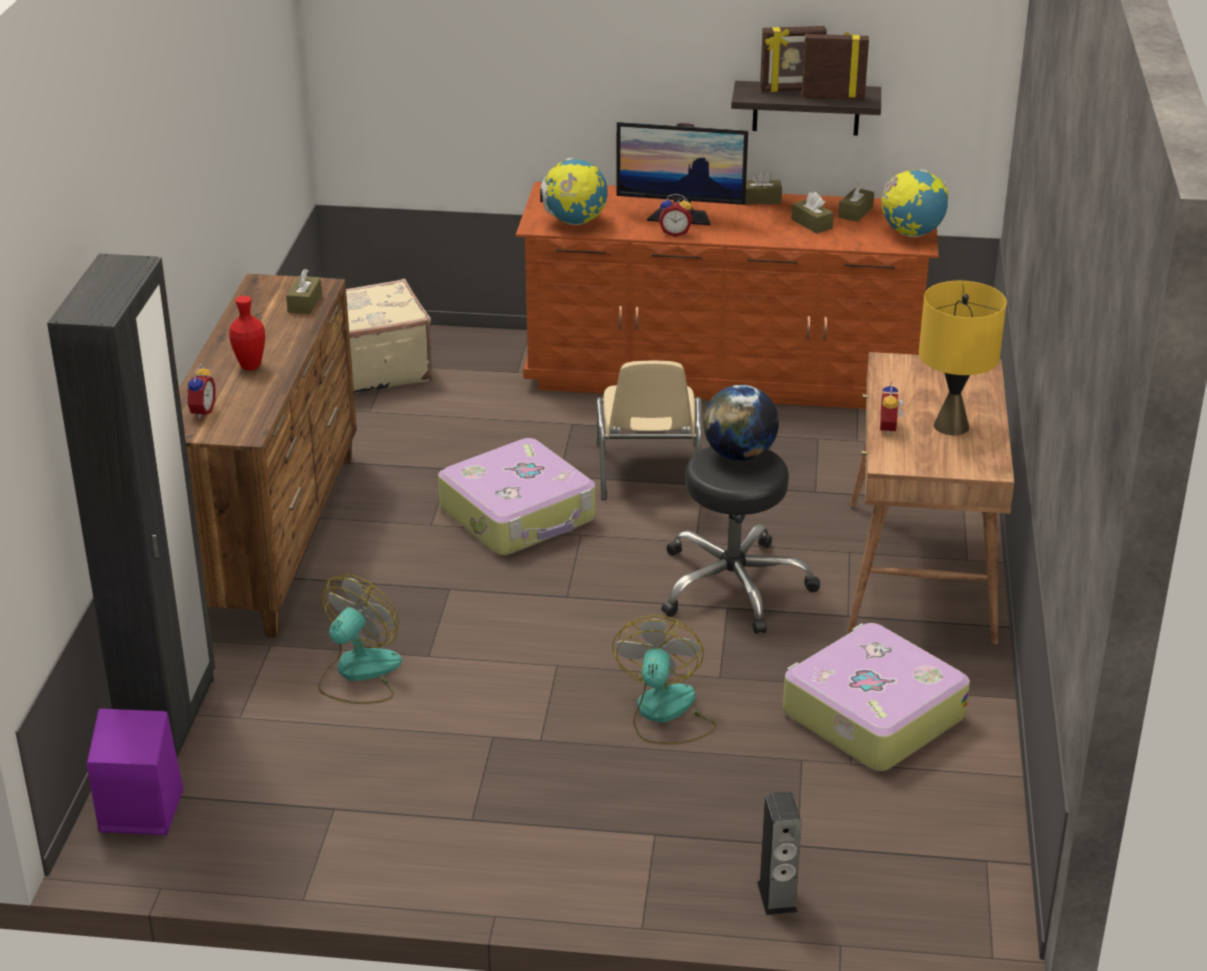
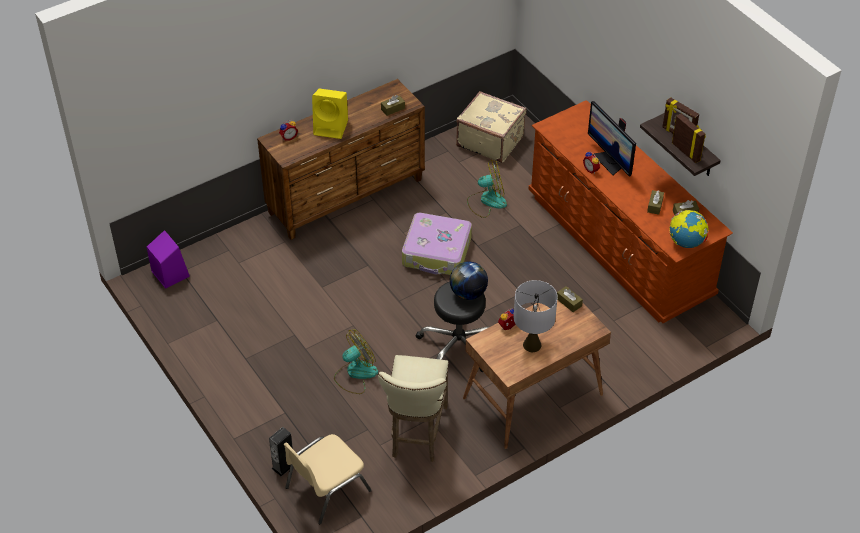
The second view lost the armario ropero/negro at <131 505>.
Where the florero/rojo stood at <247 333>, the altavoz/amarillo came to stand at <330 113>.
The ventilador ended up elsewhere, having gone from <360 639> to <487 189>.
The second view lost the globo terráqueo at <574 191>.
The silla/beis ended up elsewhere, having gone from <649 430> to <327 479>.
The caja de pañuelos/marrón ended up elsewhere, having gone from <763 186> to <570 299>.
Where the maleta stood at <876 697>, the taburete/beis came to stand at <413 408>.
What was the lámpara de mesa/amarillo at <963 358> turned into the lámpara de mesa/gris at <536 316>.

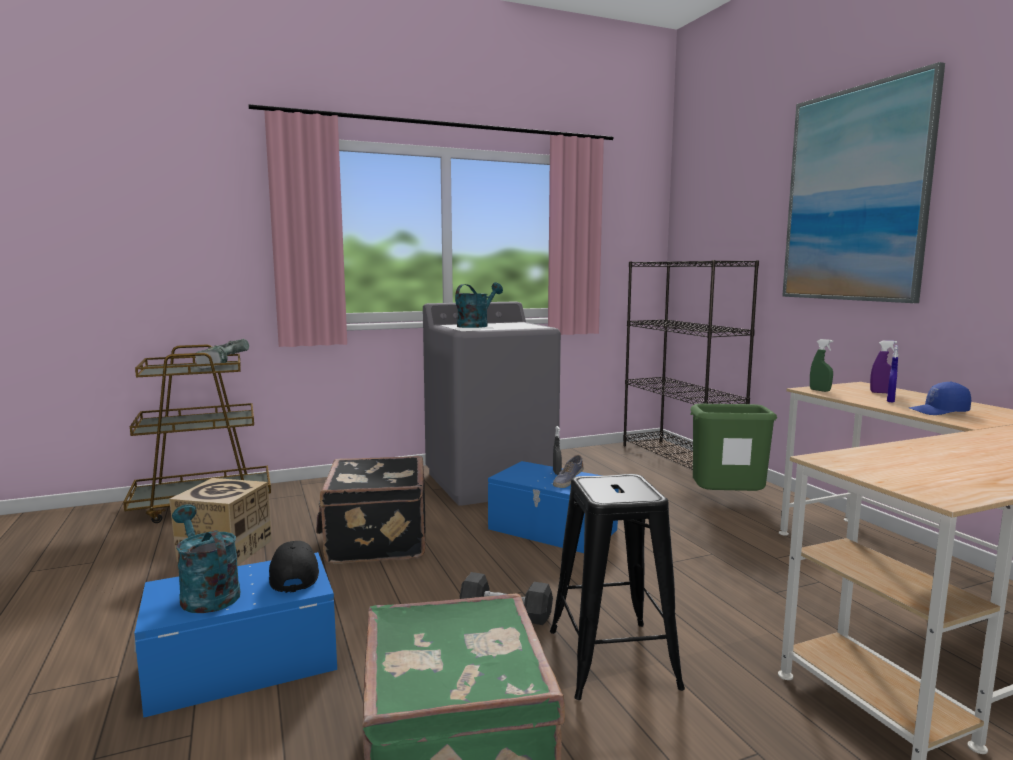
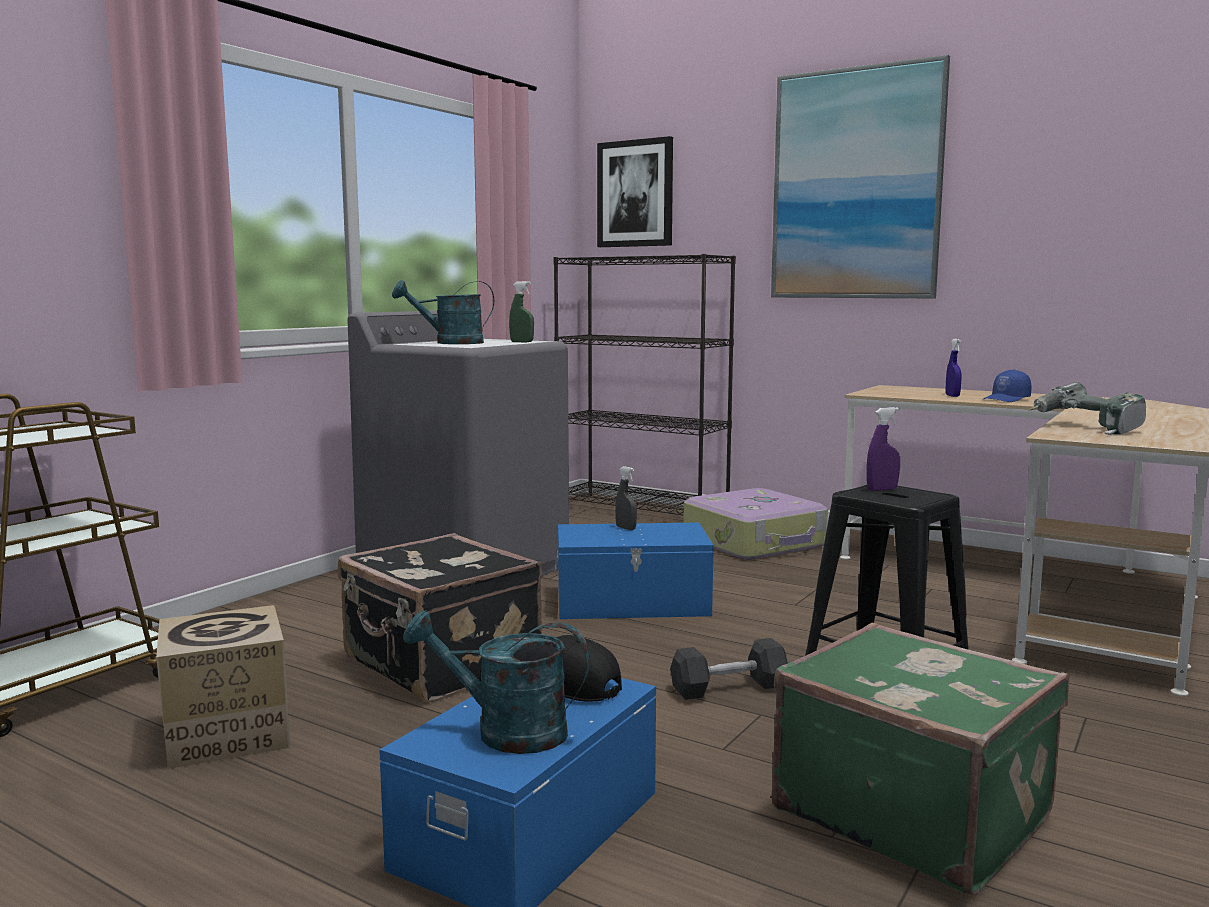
The taladro ended up elsewhere, having gone from <219 354> to <1087 408>.
The regadera/turquesa at <479 305> ended up facing another way, 105 degrees counterclockwise from before.
The second view lost the zapato at <568 471>.
Where the papelera/verde stood at <733 447>, the maleta came to stand at <756 523>.
The pulverizador/verde ended up elsewhere, having gone from <821 365> to <521 311>.
The pulverizador/morado ended up elsewhere, having gone from <883 366> to <883 449>.
The second view gained the cuadro at <635 191>.

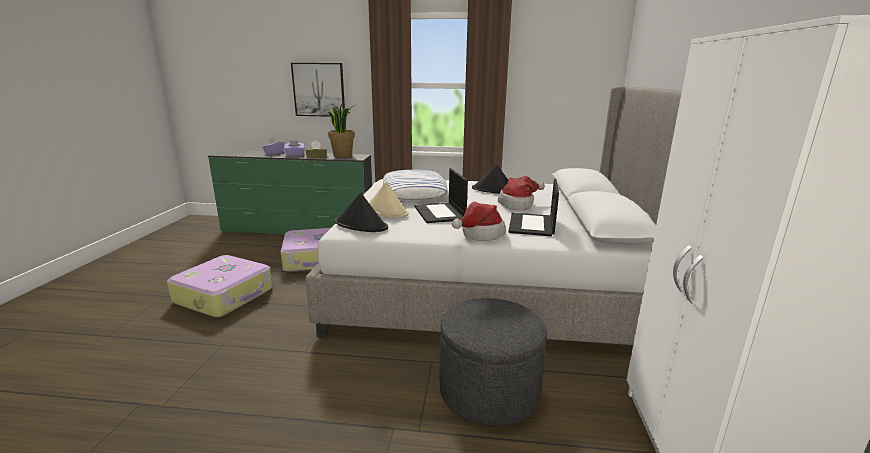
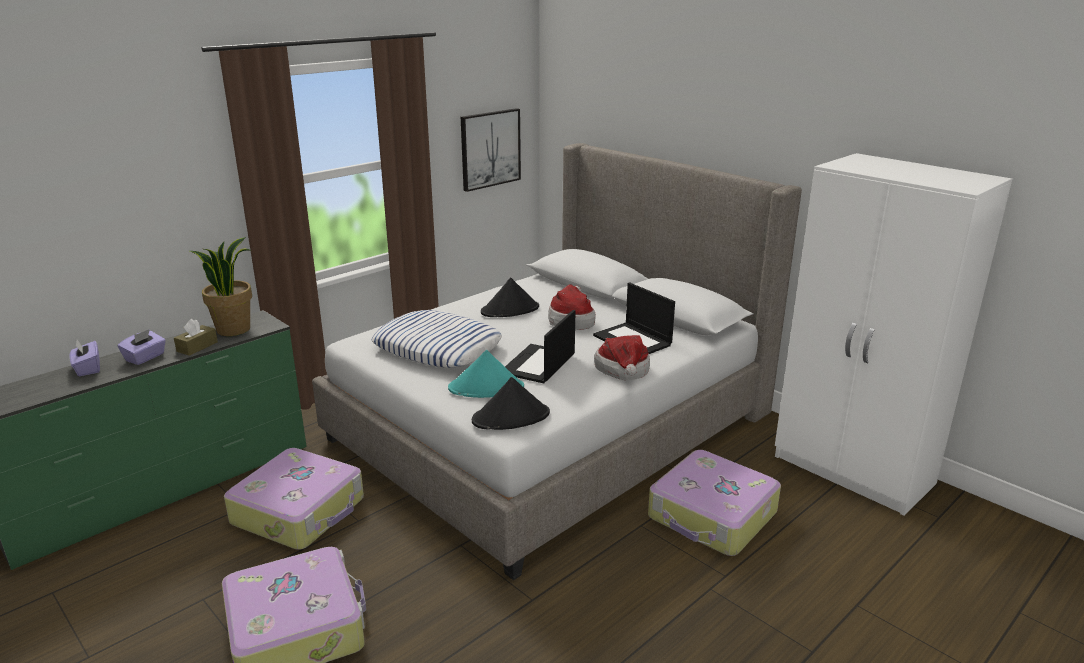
The cuadro ended up elsewhere, having gone from <318 90> to <491 150>.
What was the sombrero/beis at <389 199> turned into the sombrero/turquesa at <486 374>.
The portátil at <441 195> ended up facing another way, 90 degrees clockwise from before.
Where the puf/gris stood at <493 362>, the maleta came to stand at <714 503>.

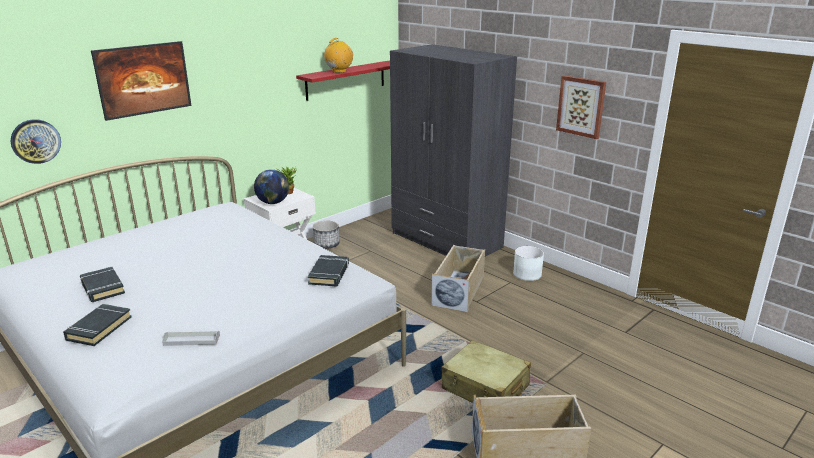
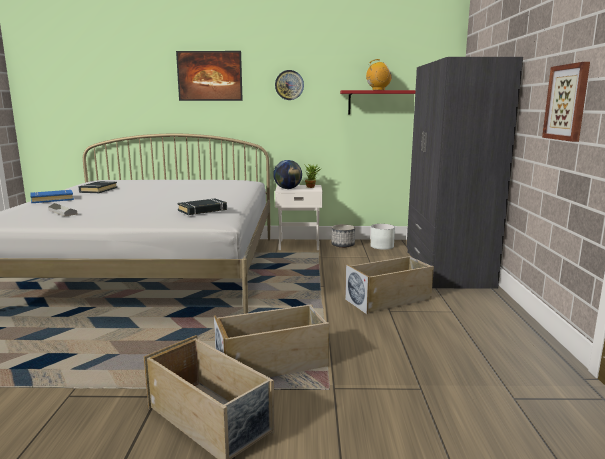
The reloj de pared ended up elsewhere, having gone from <36 141> to <289 85>.
What was the libro/negro at <97 325> turned into the libro/azul at <52 196>.
Where the maleta/beis stood at <486 371>, the caja de almacenaje/beis came to stand at <271 340>.
The maceta/blanco ended up elsewhere, having gone from <528 263> to <382 237>.

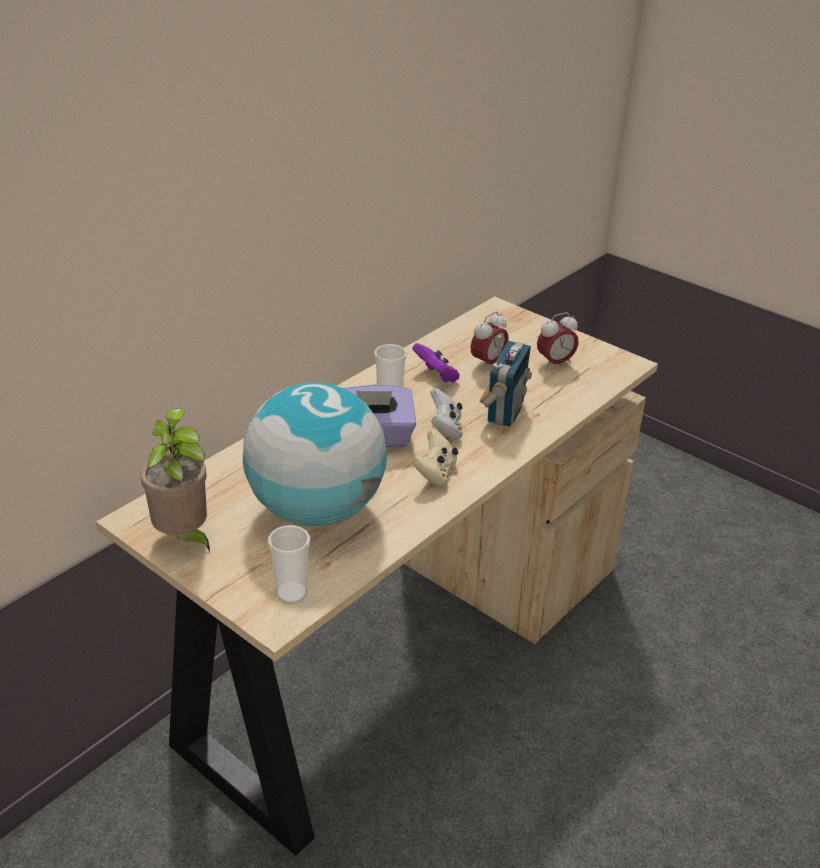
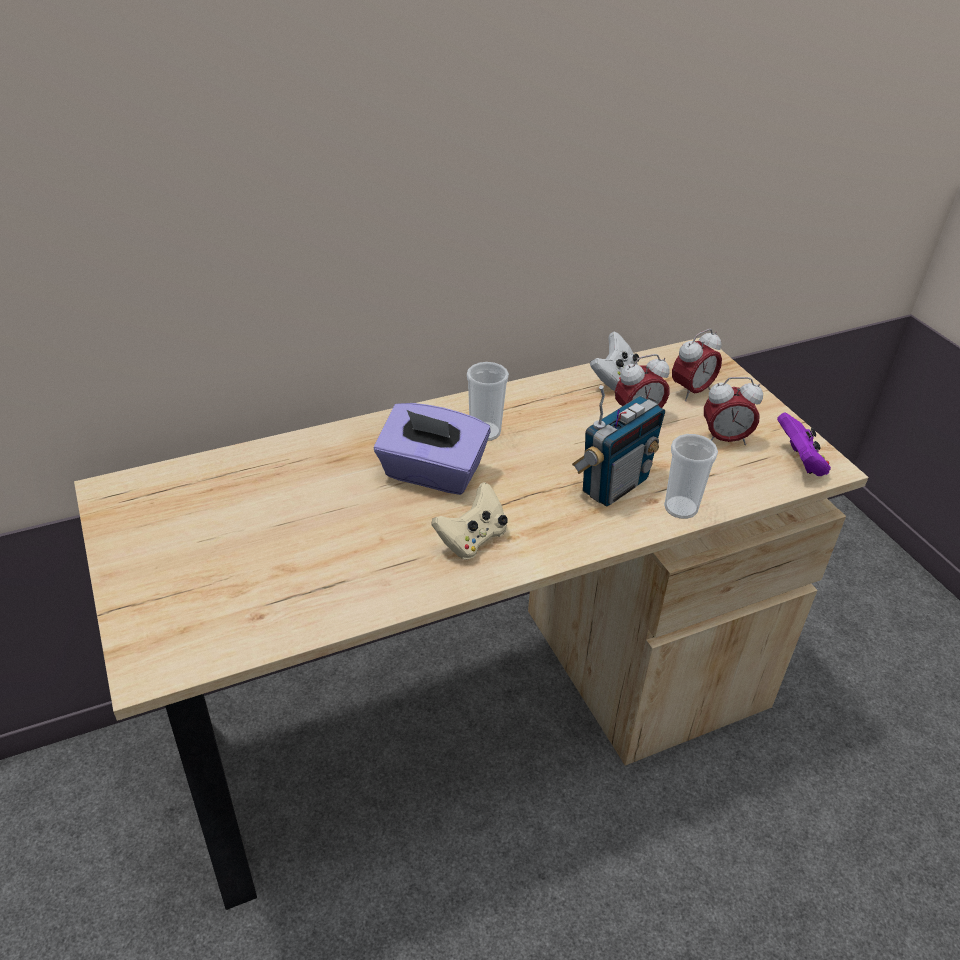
The second view lost the planta en maceta at <175 480>.
The second view lost the globo terráqueo at <315 454>.
The taza ended up elsewhere, having gone from <289 564> to <691 476>.
The mando de consola/morado ended up elsewhere, having gone from <436 363> to <804 444>.
The mando de consola/blanco ended up elsewhere, having gone from <446 414> to <614 361>.
The second view gained the despertador at <697 365>.

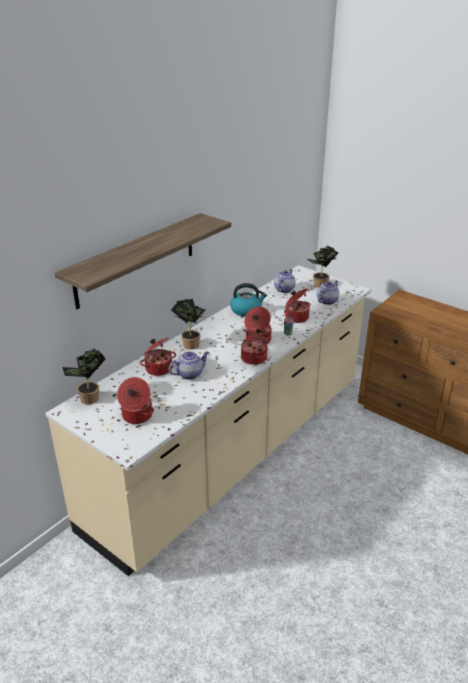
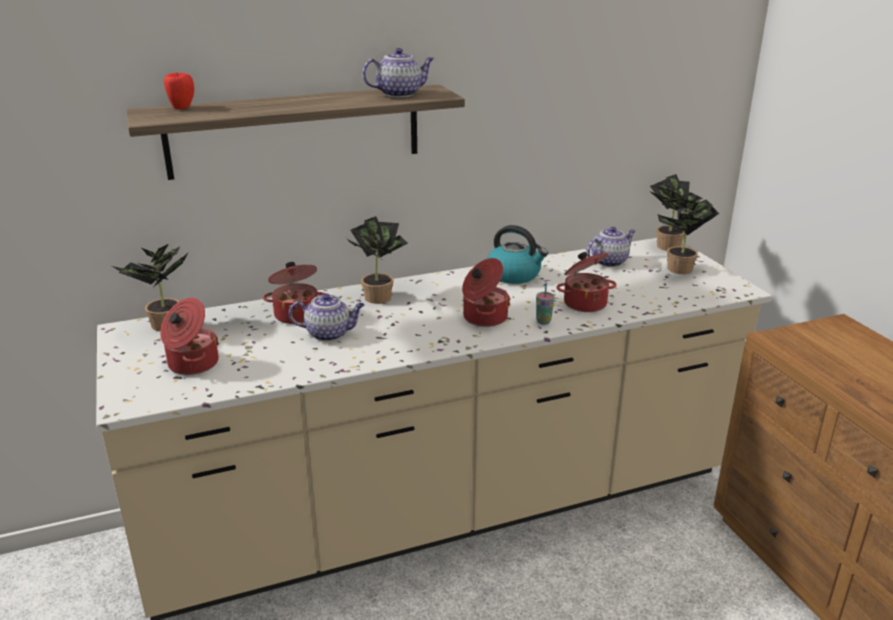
The second view lost the olla at <255 346>.
The tetera ended up elsewhere, having gone from <328 292> to <398 72>.
The second view gained the manzana at <179 91>.
The second view gained the planta en maceta at <676 212>.

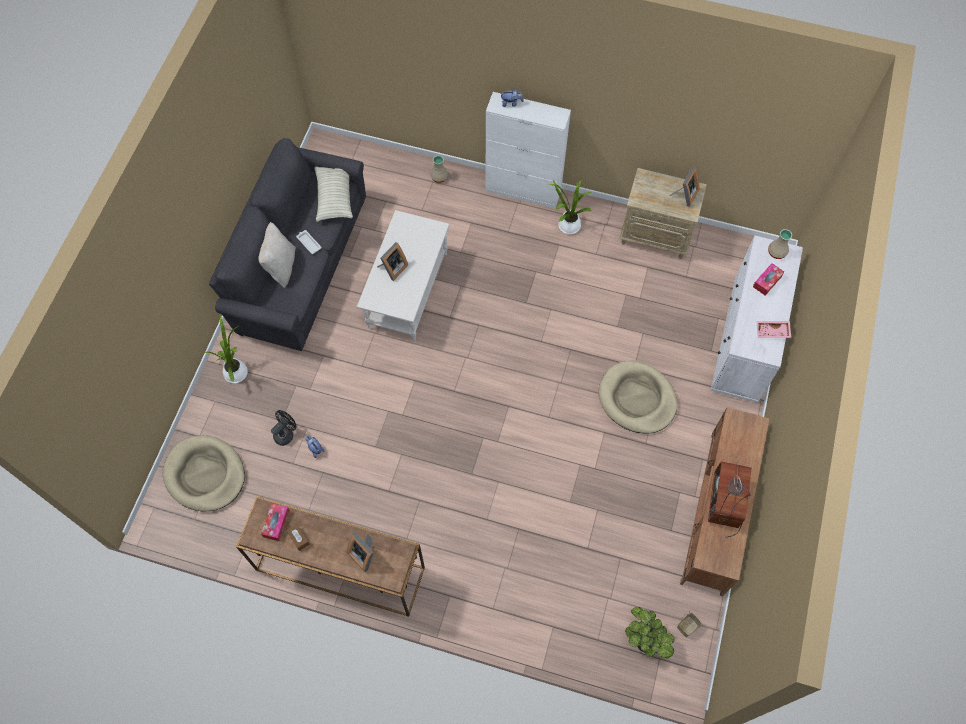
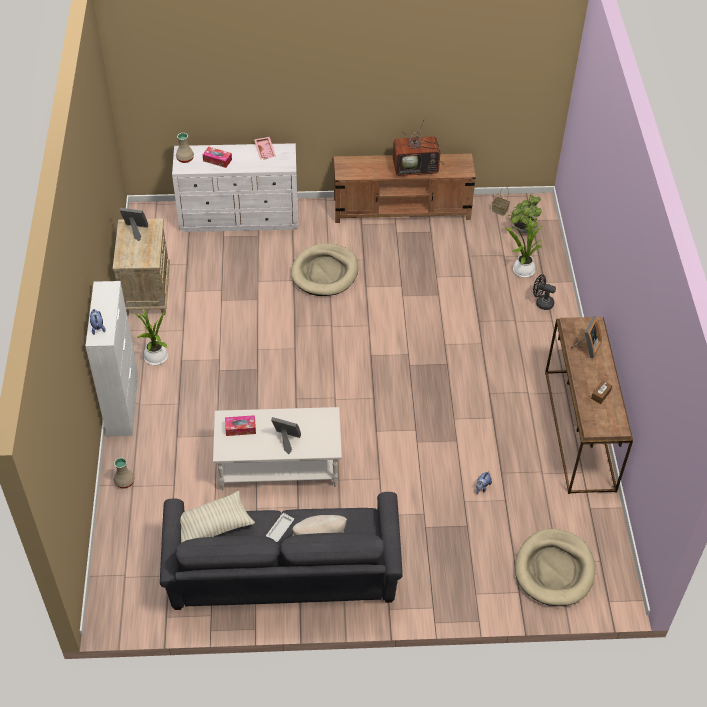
The planta en maceta ended up elsewhere, having gone from <226 349> to <523 247>.
The caja de pañuelos ended up elsewhere, having gone from <275 522> to <240 425>.
The ventilador/negro ended up elsewhere, having gone from <283 428> to <544 292>.

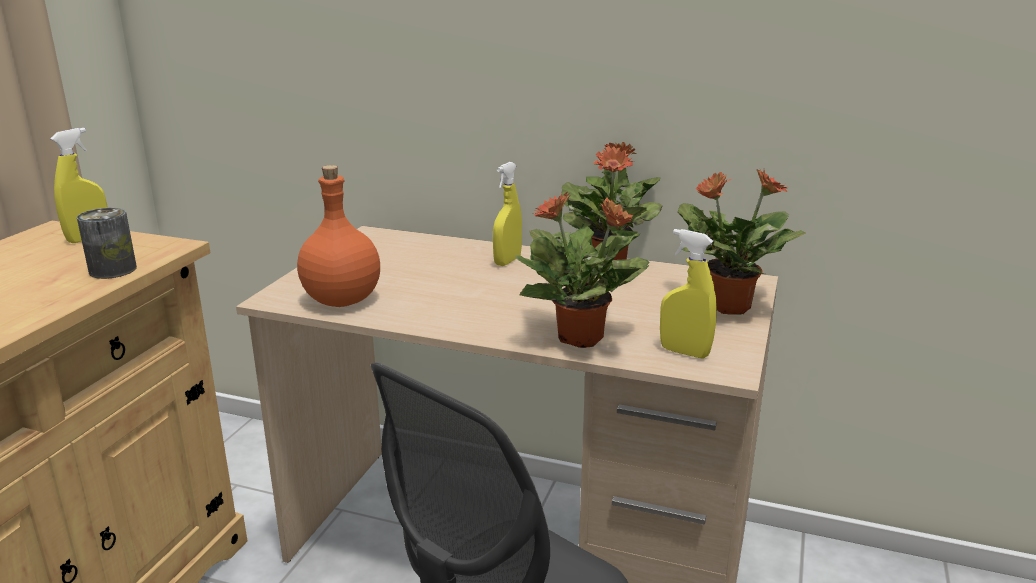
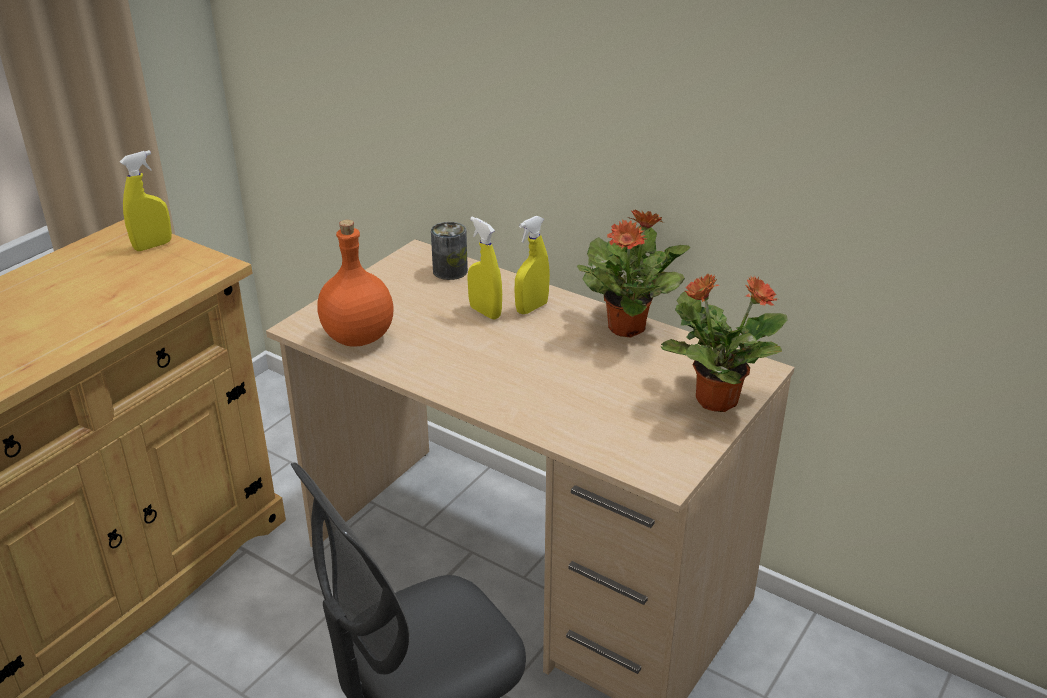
The lata ended up elsewhere, having gone from <107 243> to <449 251>.
The second view lost the planta en maceta at <582 269>.
The pulverizador/amarillo ended up elsewhere, having gone from <688 294> to <484 268>.

